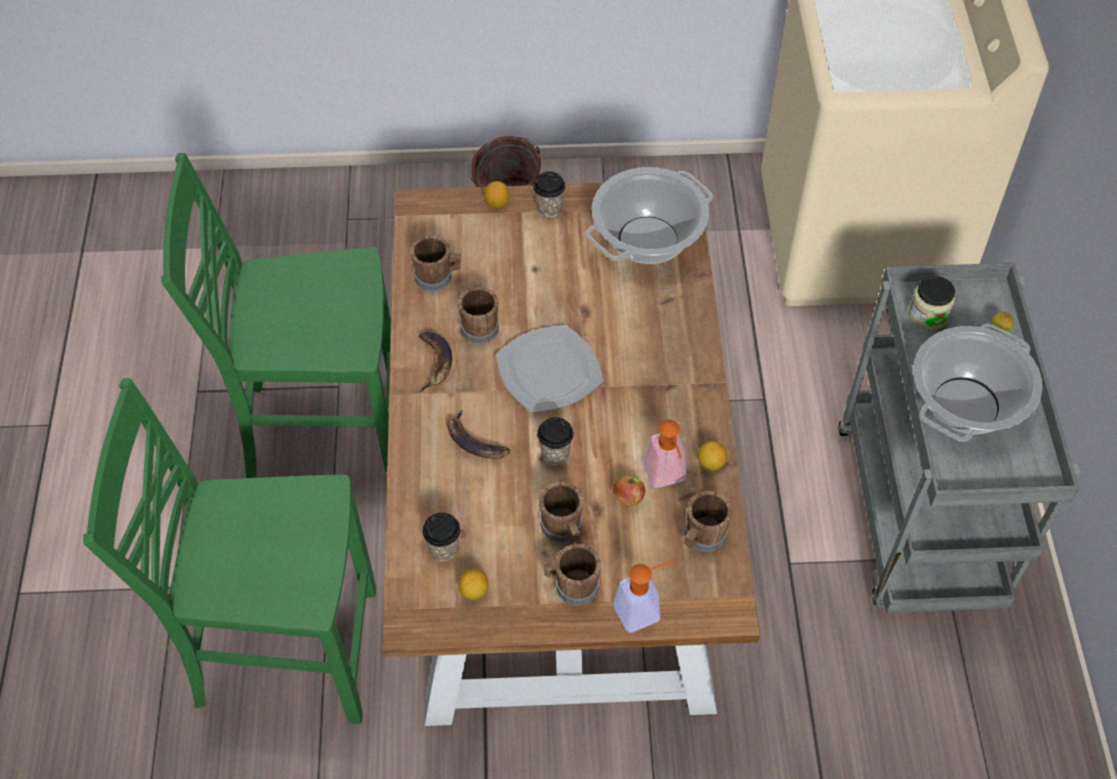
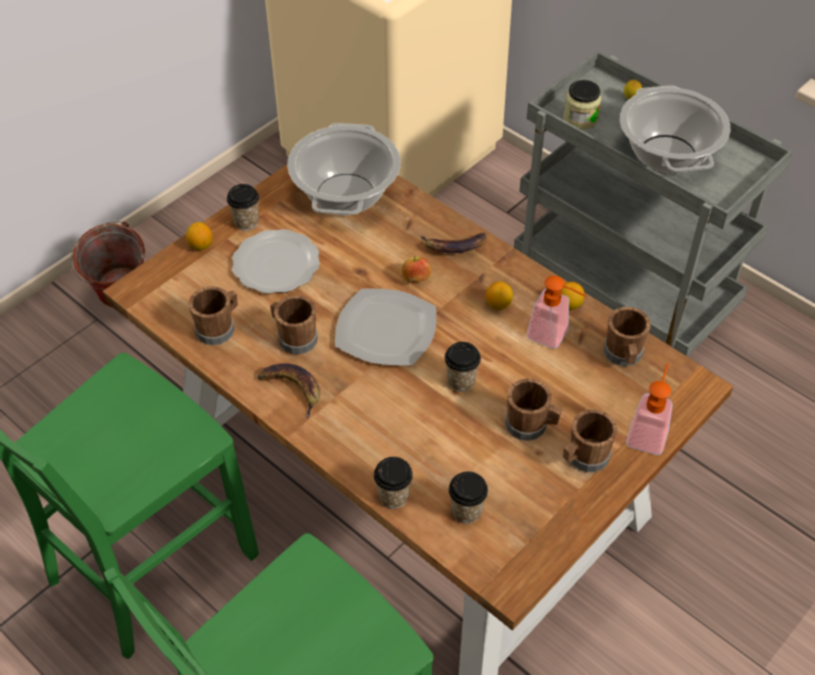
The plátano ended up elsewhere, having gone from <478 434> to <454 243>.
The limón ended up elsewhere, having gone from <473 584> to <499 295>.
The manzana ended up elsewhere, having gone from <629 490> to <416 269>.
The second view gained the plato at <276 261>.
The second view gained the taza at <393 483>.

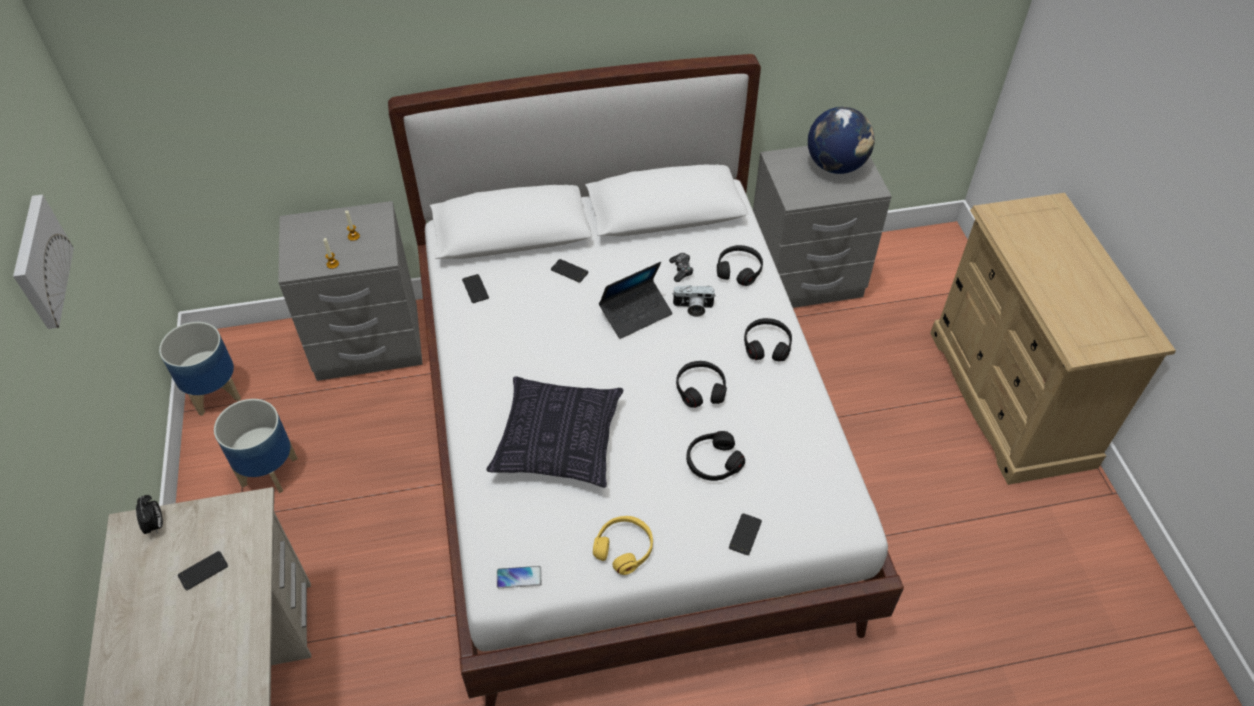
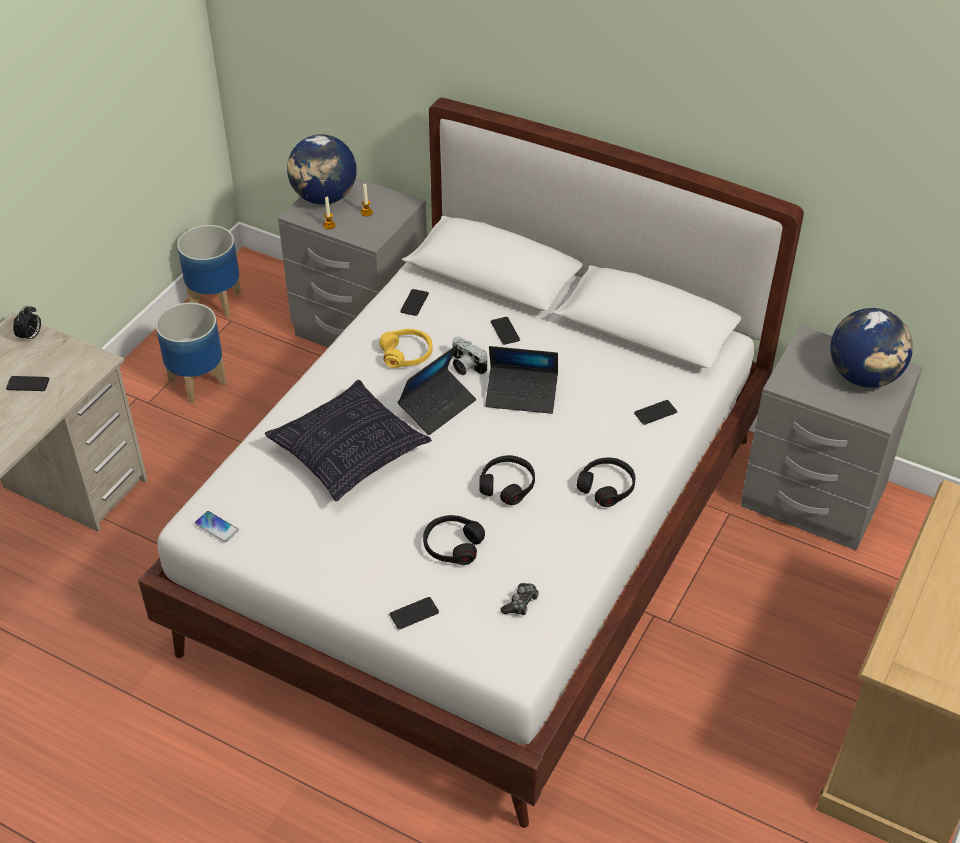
The second view lost the cuadro at <43 262>.
The auriculares/amarillo ended up elsewhere, having gone from <623 545> to <406 348>.
The mando de consola ended up elsewhere, having gone from <681 267> to <520 599>.
The cámara ended up elsewhere, having gone from <694 301> to <470 356>.
Where the auriculares/negro stood at <740 265>, the móvil came to stand at <655 412>.
The second view gained the globo terráqueo at <322 169>.
The second view gained the portátil at <437 390>.

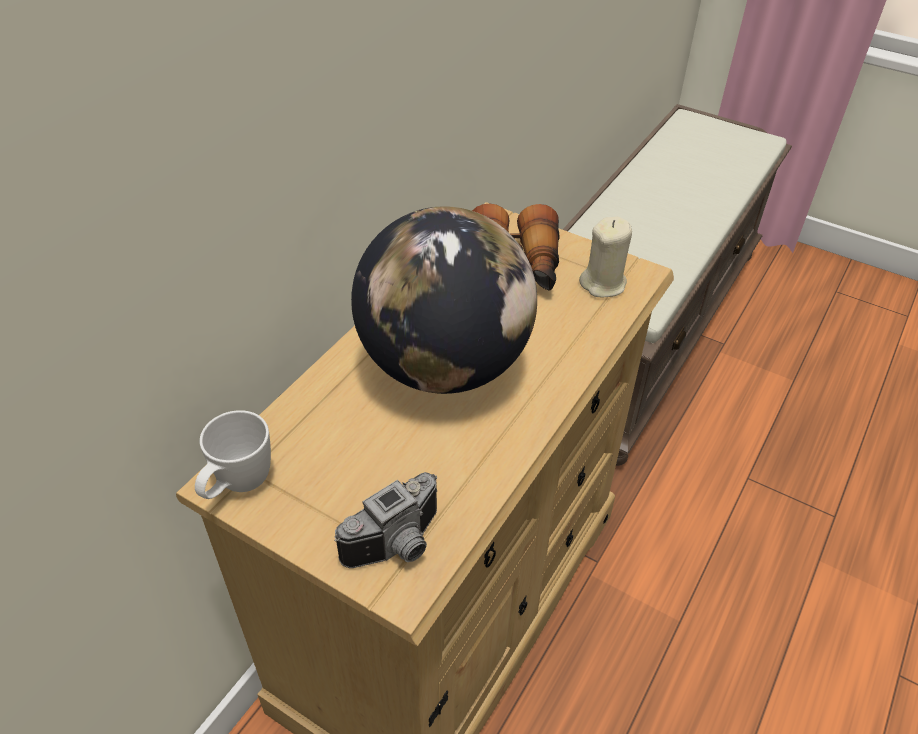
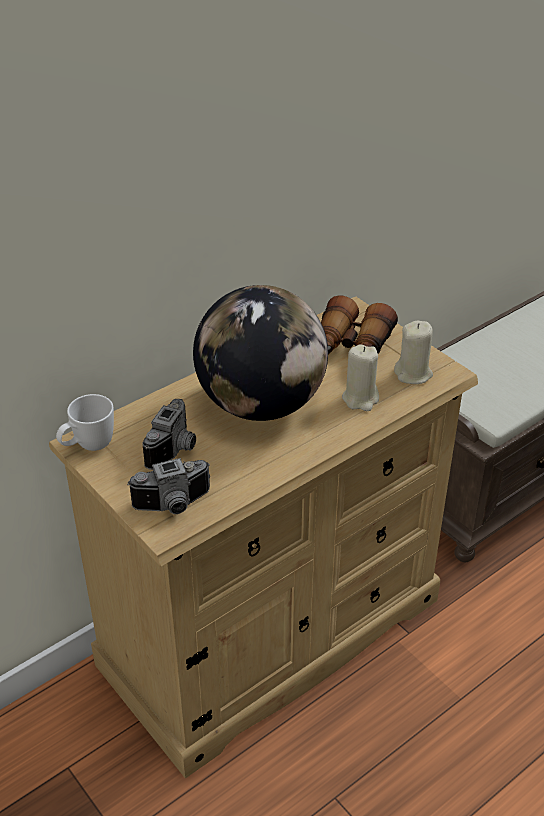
The second view gained the cámara at <169 434>.
The second view gained the vela/beis at <360 377>.

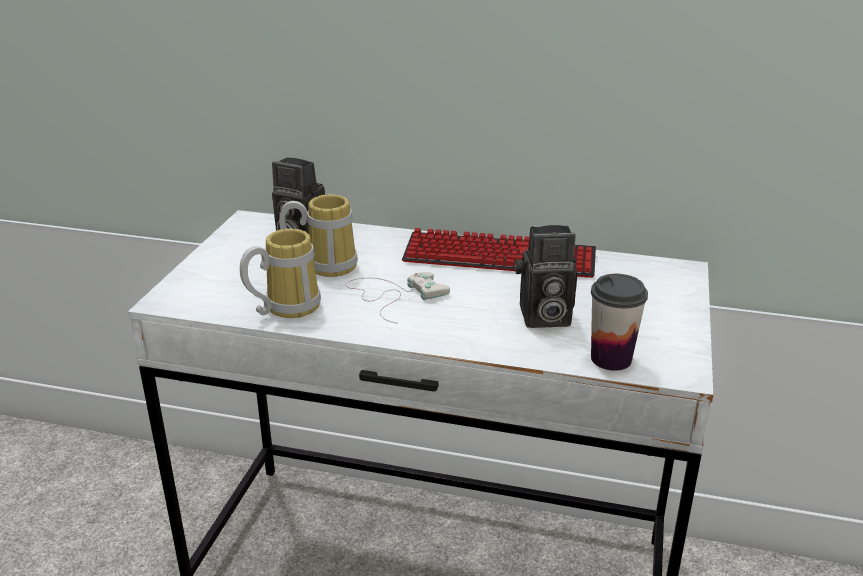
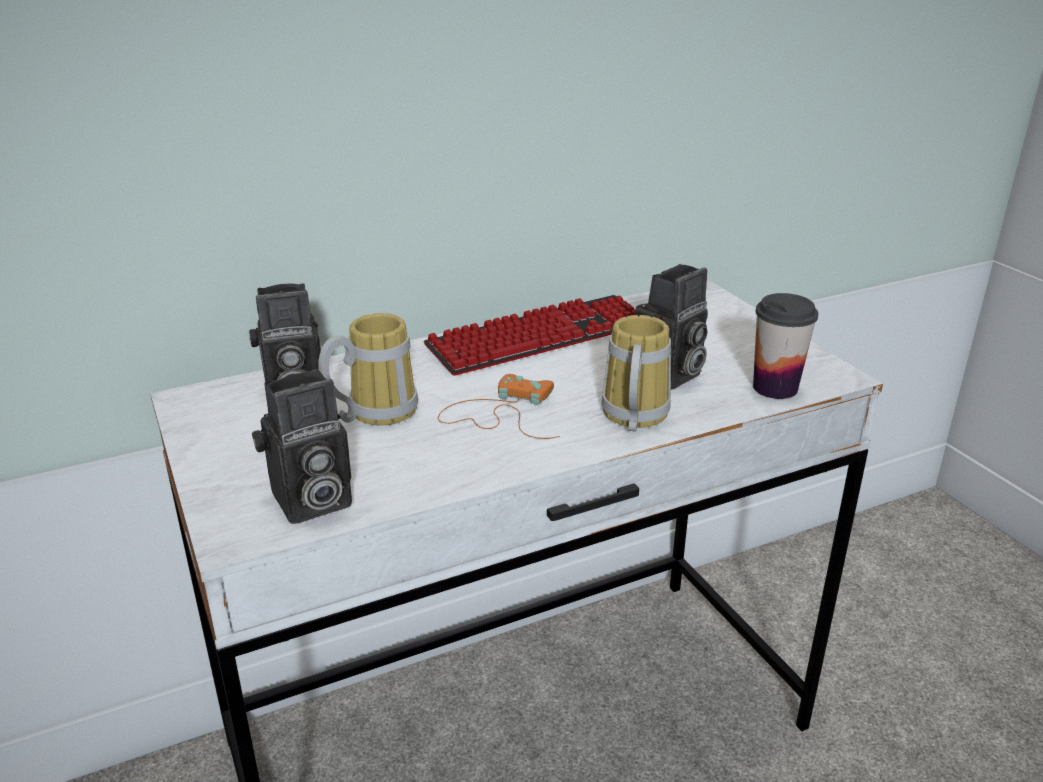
The taza grande ended up elsewhere, having gone from <280 273> to <636 373>.
What was the mando de consola/blanco at <397 298> turned into the mando de consola/naranja at <499 406>.
The second view gained the cámara at <302 446>.

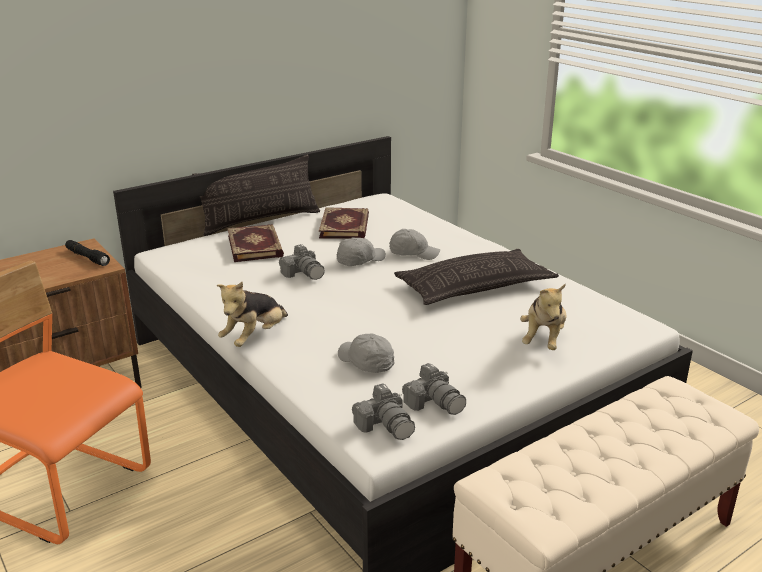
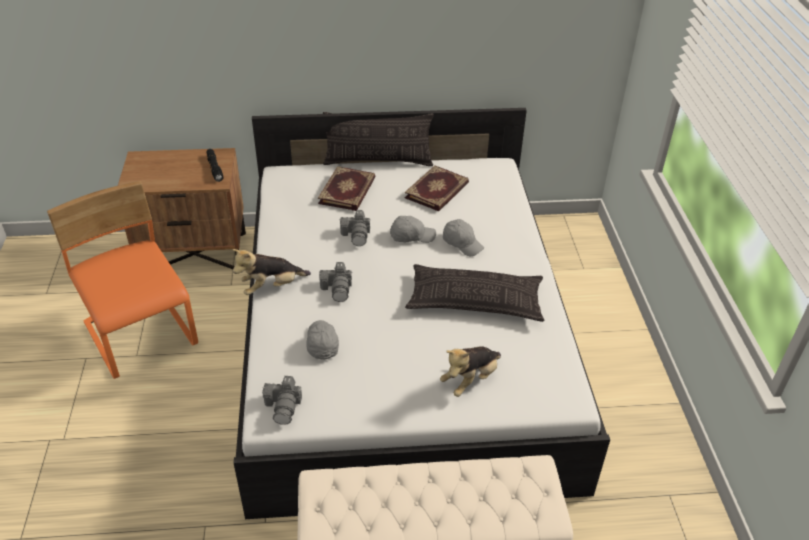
The cámara ended up elsewhere, having gone from <434 389> to <335 282>.

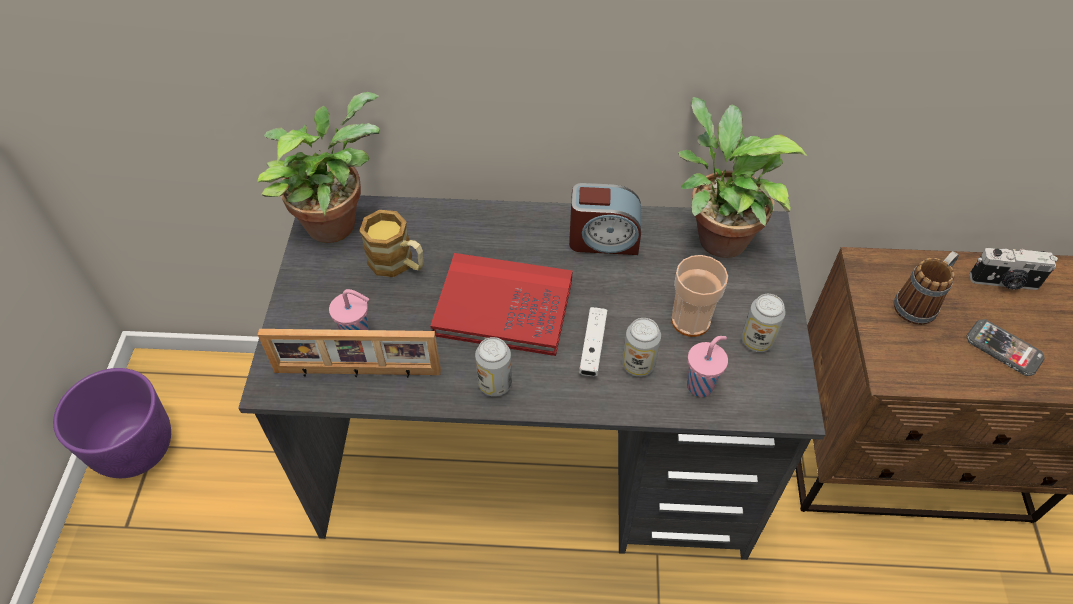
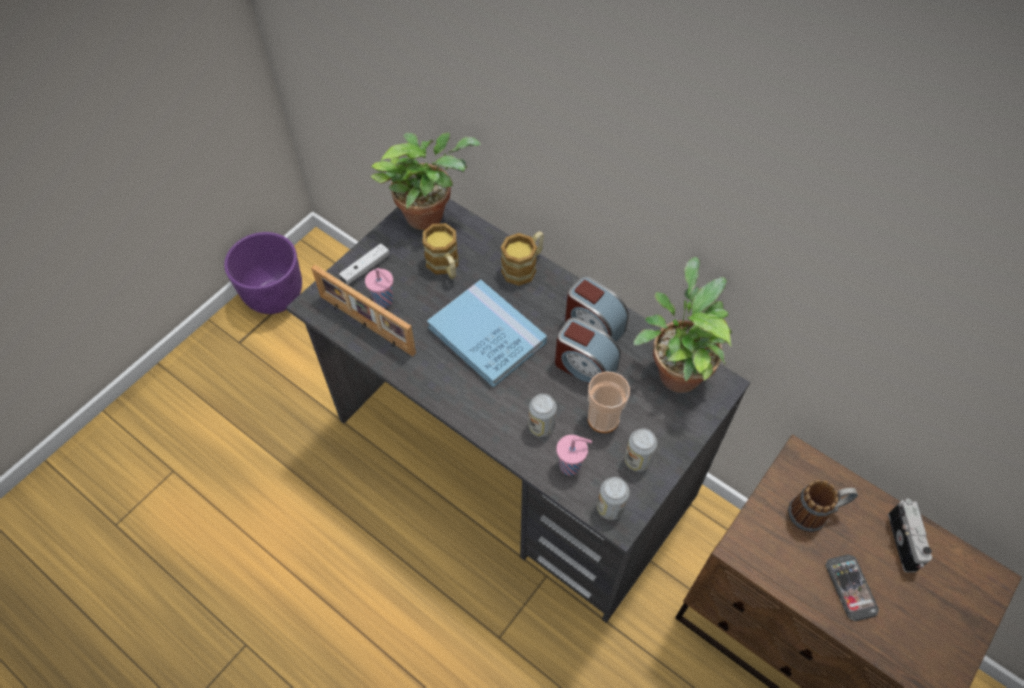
What was the libro/rojo at <501 304> turned into the libro/azul at <487 333>.
The lata ended up elsewhere, having gone from <493 367> to <613 498>.
The mando de consola/blanco ended up elsewhere, having gone from <593 341> to <364 264>.
The cámara at <1013 269> ended up facing another way, 135 degrees counterclockwise from before.
The second view gained the taza grande at <522 258>.
The second view gained the despertador at <588 350>.

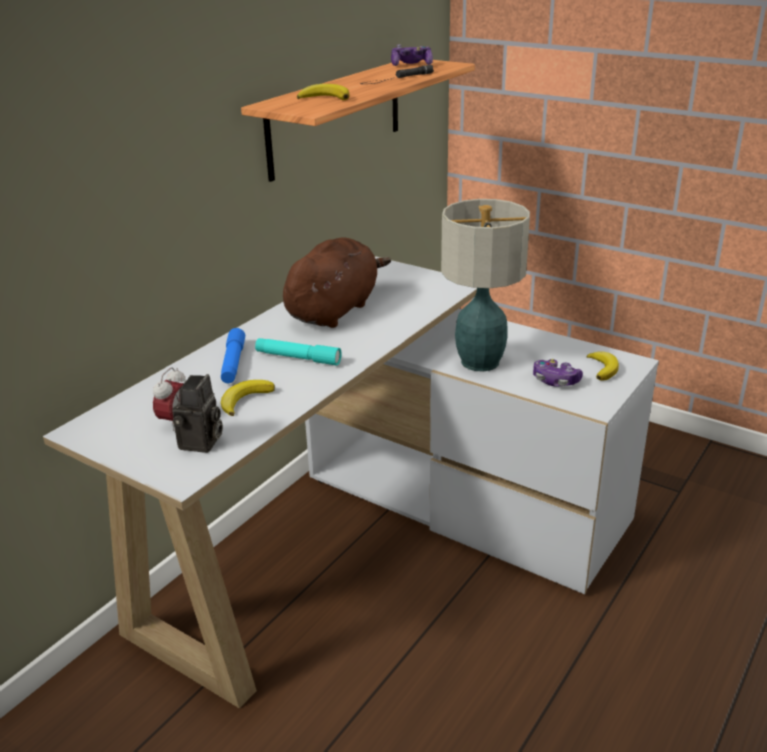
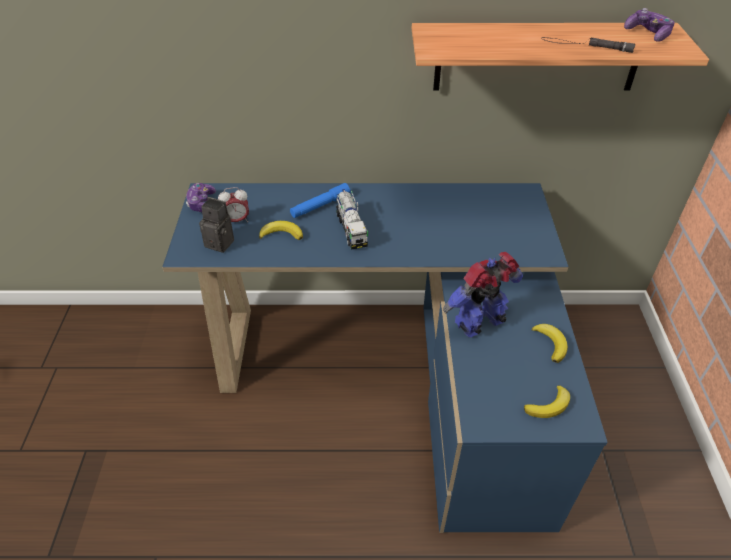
What was the escritorio/blanco at <351 482> turned into the escritorio/azul at <385 358>.
The cámara at <197 413> ended up facing another way, 135 degrees counterclockwise from before.
Where the linterna/turquesa stood at <298 352>, the camión de juguete came to stand at <352 219>.
The second view lost the peluche/marrón at <337 282>.
The plátano ended up elsewhere, having gone from <323 92> to <550 343>.
Where the lámpara de mesa stood at <485 285>, the robot de juguete came to stand at <483 294>.
The mando de consola ended up elsewhere, having gone from <558 373> to <201 197>.

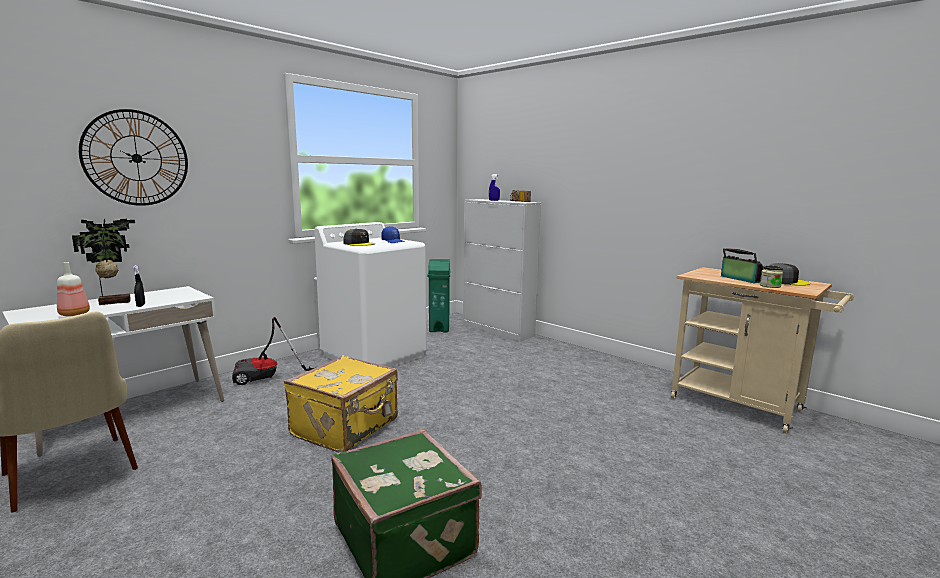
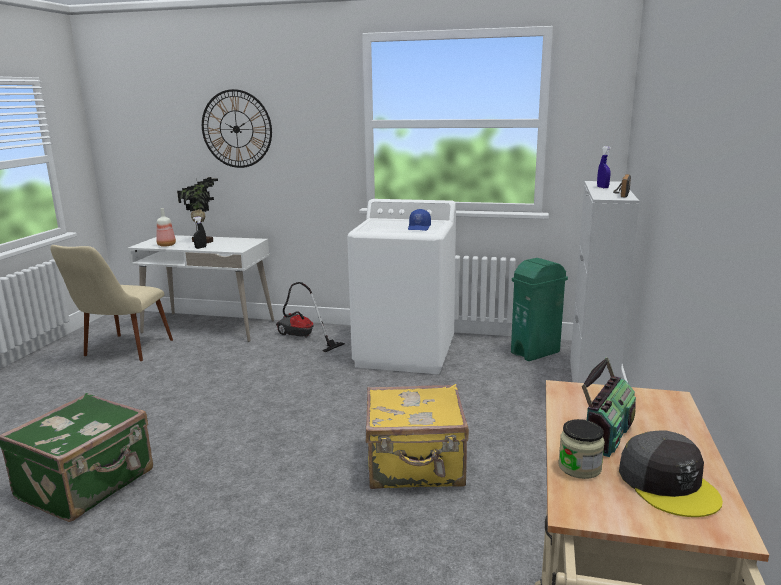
The maleta/amarillo ended up elsewhere, having gone from <341 404> to <417 436>.
The second view lost the gorra/gris at <359 237>.

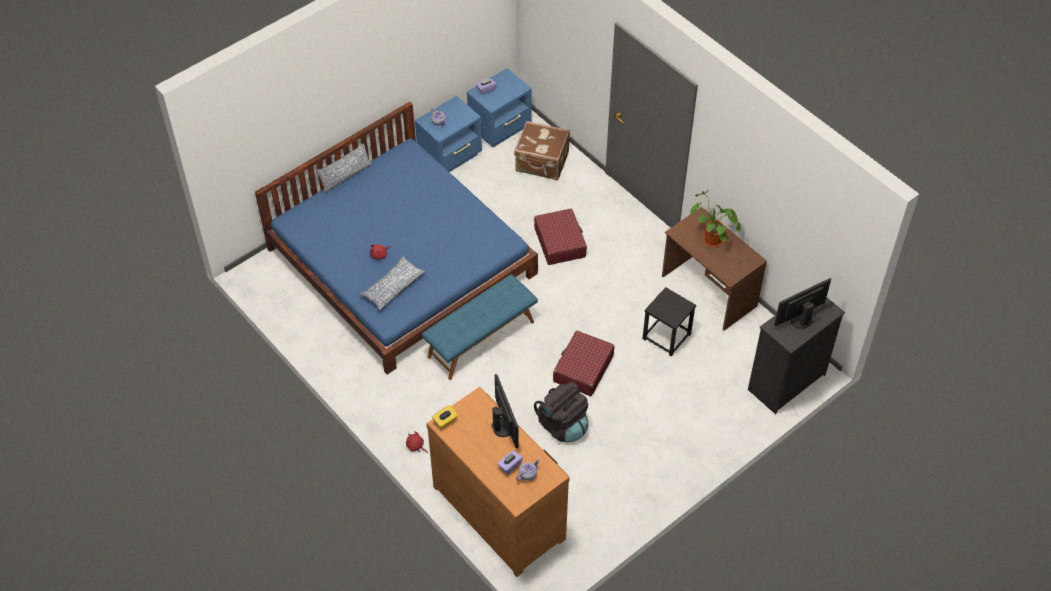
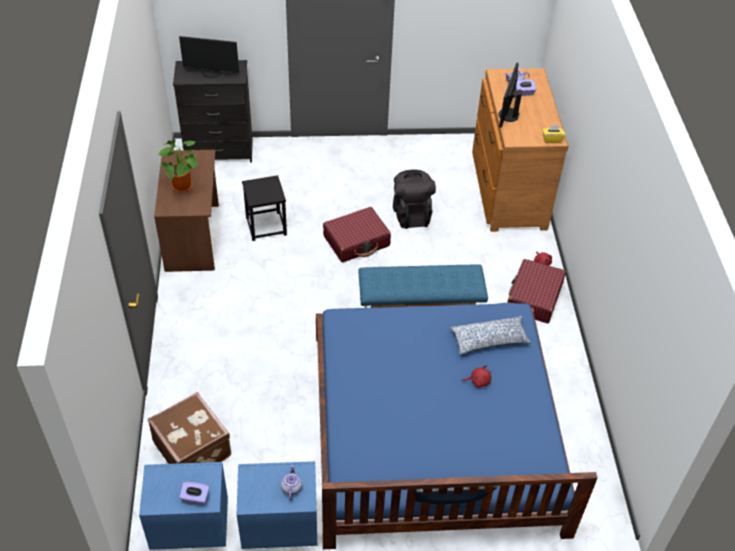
The maleta/rojo ended up elsewhere, having gone from <560 237> to <536 291>.

